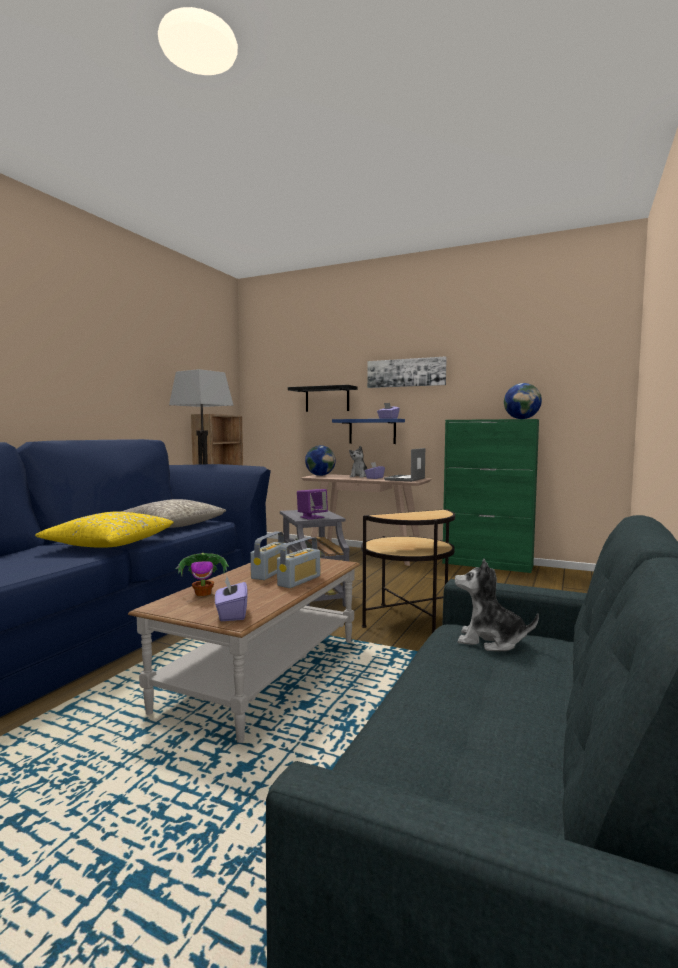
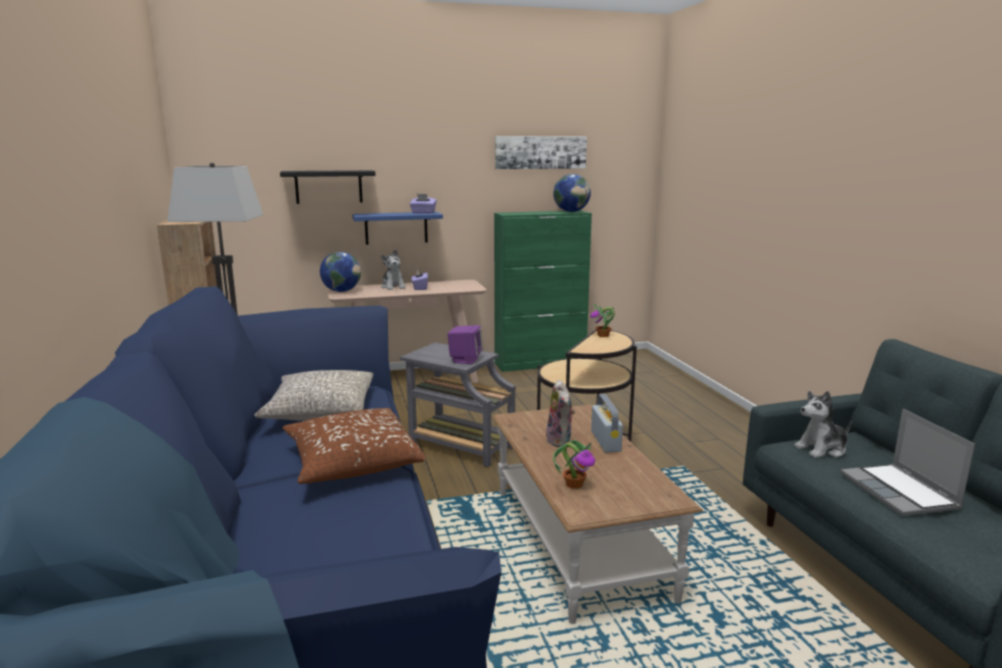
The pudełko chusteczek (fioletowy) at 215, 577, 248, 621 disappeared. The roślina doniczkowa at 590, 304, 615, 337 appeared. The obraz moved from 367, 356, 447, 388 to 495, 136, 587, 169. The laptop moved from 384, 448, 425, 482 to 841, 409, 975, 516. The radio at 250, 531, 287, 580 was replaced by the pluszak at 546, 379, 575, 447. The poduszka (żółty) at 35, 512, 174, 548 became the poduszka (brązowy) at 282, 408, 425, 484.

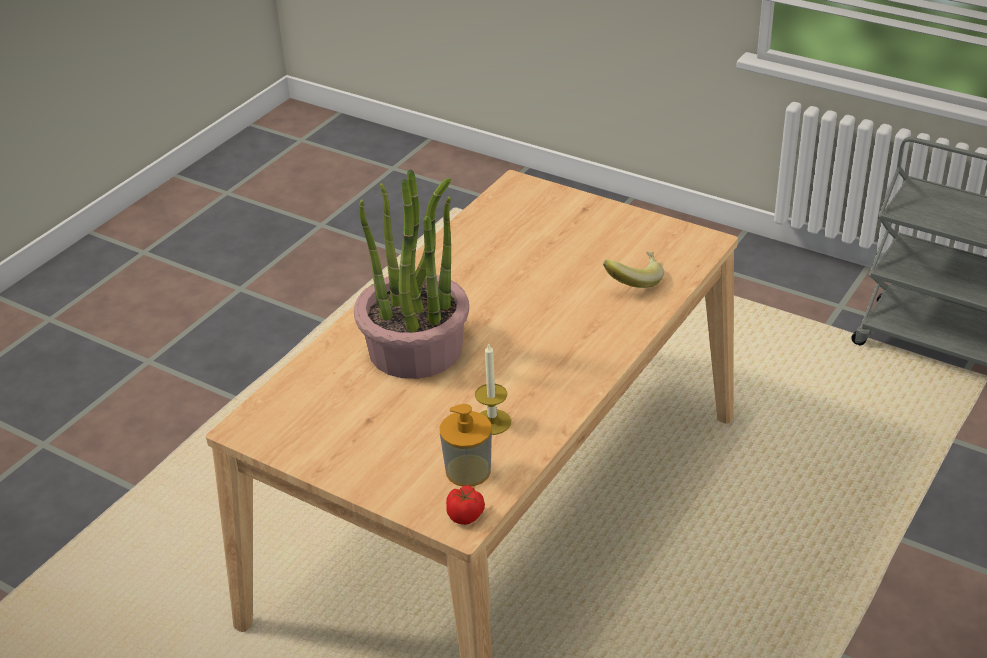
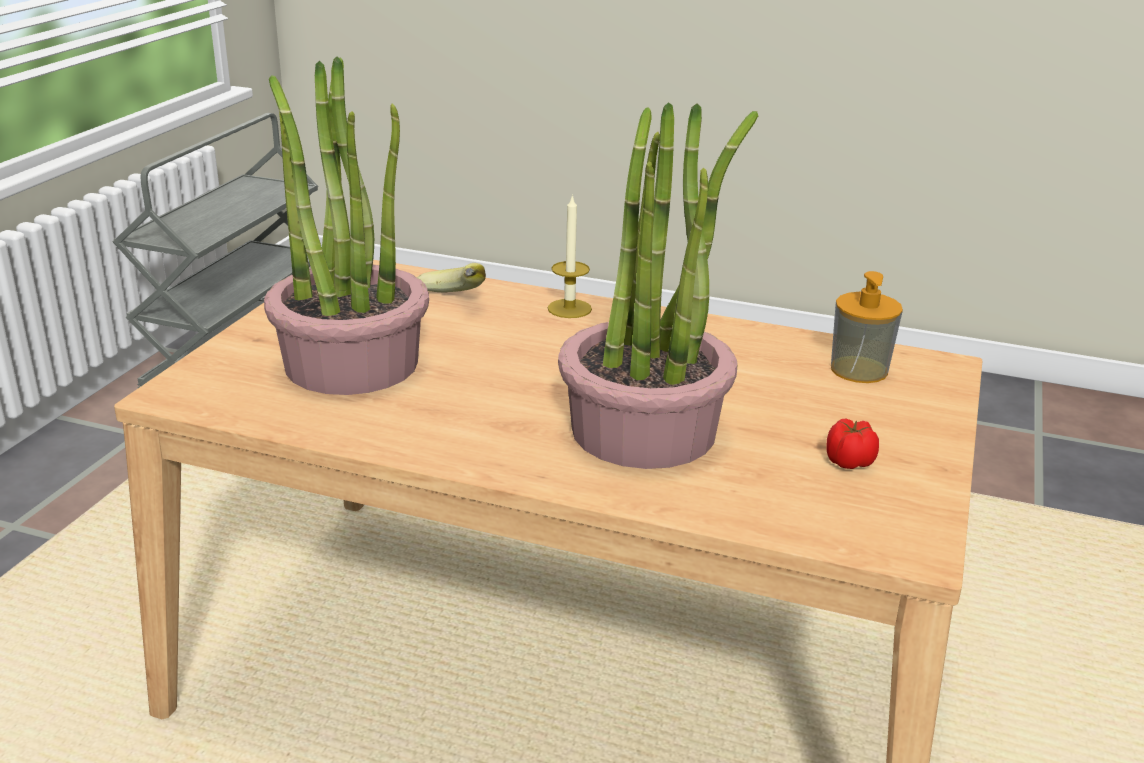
The roślina doniczkowa at 264, 57, 429, 395 appeared. The pomidor moved from 446, 485, 485, 525 to 827, 418, 879, 469. The świeca moved from 475, 342, 511, 435 to 548, 194, 592, 318.

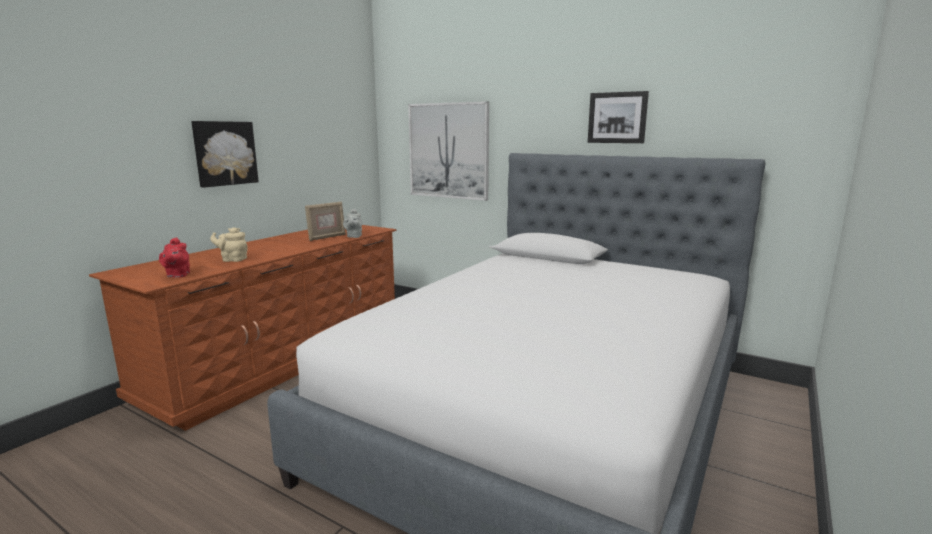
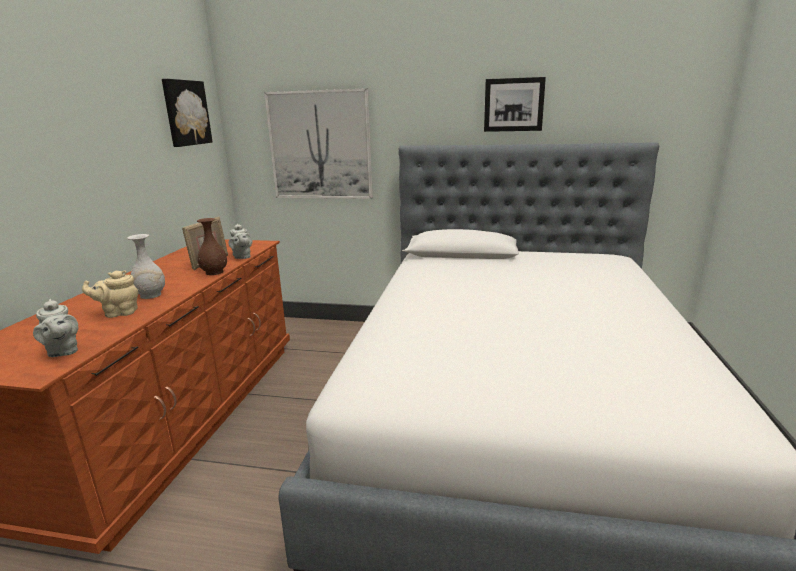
The wazon (biały) at 127, 234, 165, 299 appeared. The wazon (brązowy) at 197, 218, 227, 275 appeared. The obraz moved from 191, 121, 259, 188 to 162, 79, 213, 147. The imbryk (czerwony) at 159, 237, 190, 278 became the imbryk (szary) at 33, 299, 78, 357.

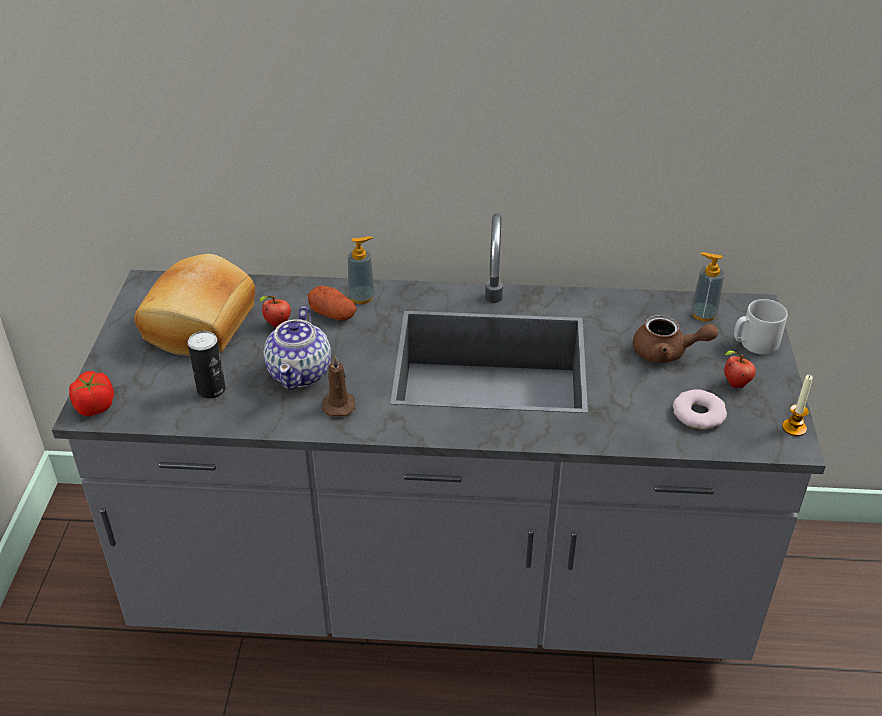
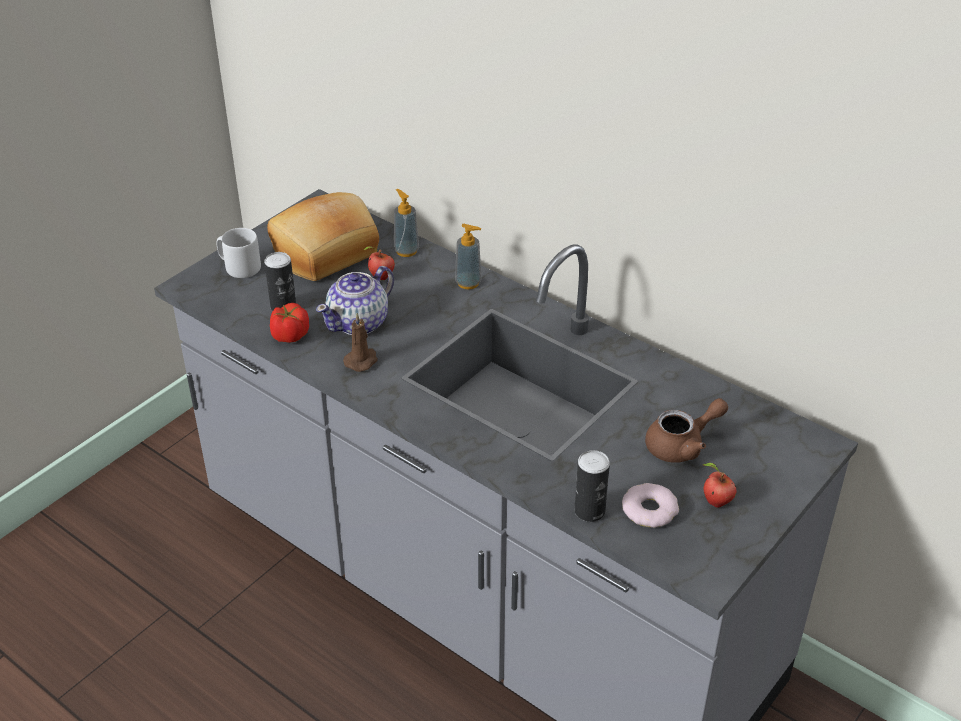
The ziemniak at 308, 286, 356, 321 disappeared. The świeca at 782, 375, 813, 436 disappeared. The puszka at 574, 450, 610, 522 appeared. The pomidor moved from 69, 371, 114, 416 to 270, 303, 309, 343. The dozownik mydła moved from 691, 252, 724, 322 to 394, 189, 419, 257. The kubek (szary) moved from 734, 299, 788, 355 to 216, 228, 261, 278. The imbryk (brązowy) at 633, 315, 718, 363 turned 75 degrees counterclockwise.

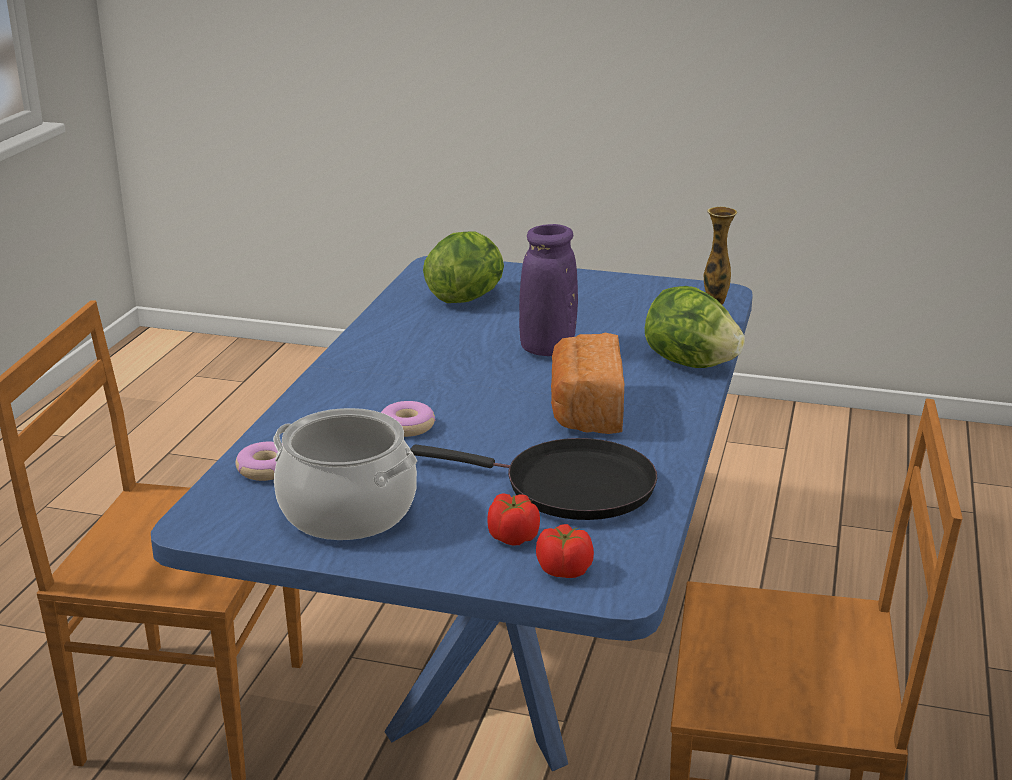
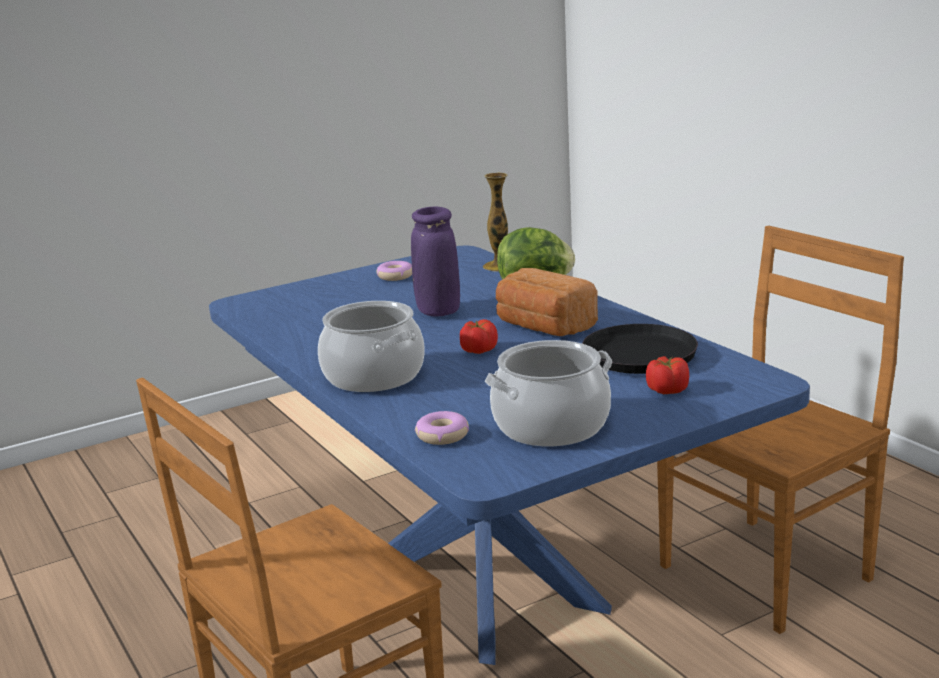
The sałata at 423, 231, 504, 303 disappeared. The garnek at 318, 301, 425, 392 appeared. The donut moved from 381, 401, 435, 437 to 376, 261, 412, 281. The pomidor moved from 536, 524, 594, 578 to 460, 319, 498, 354.

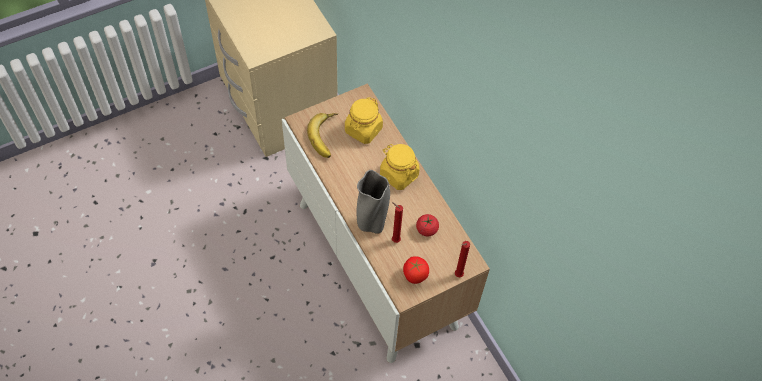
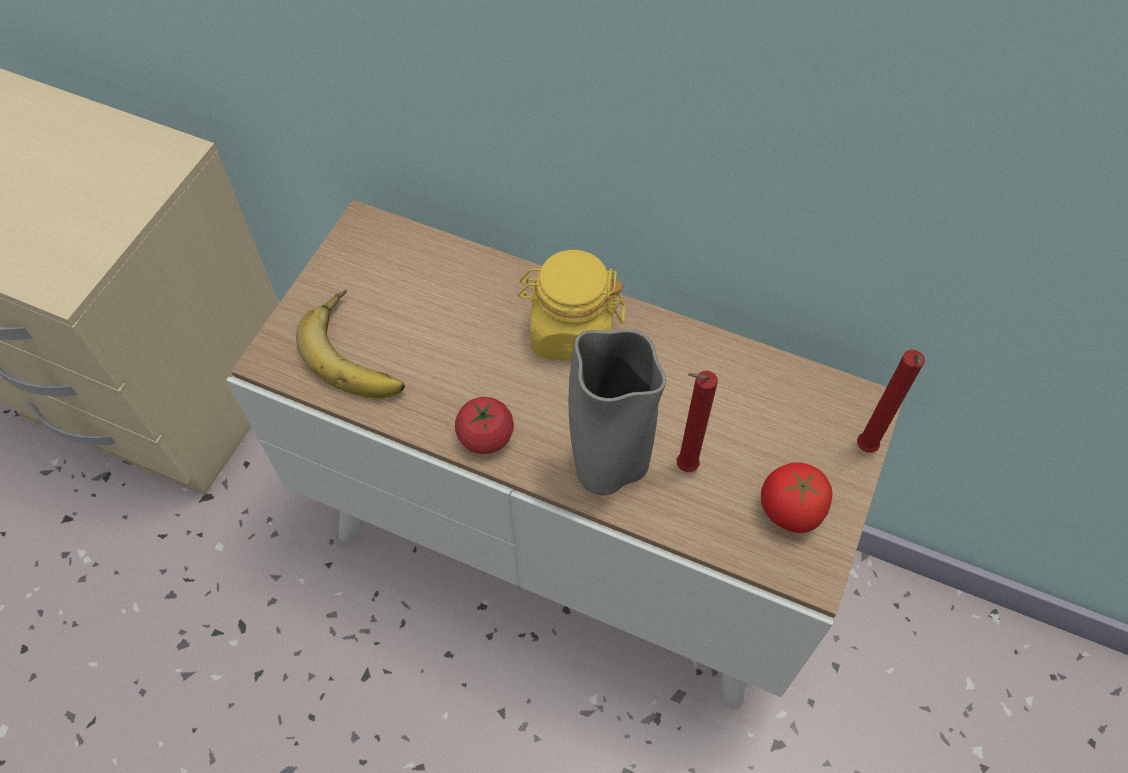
The słoik (żółty) at 345, 97, 383, 144 disappeared. The pomidor moved from 416, 214, 439, 236 to 455, 397, 514, 454.

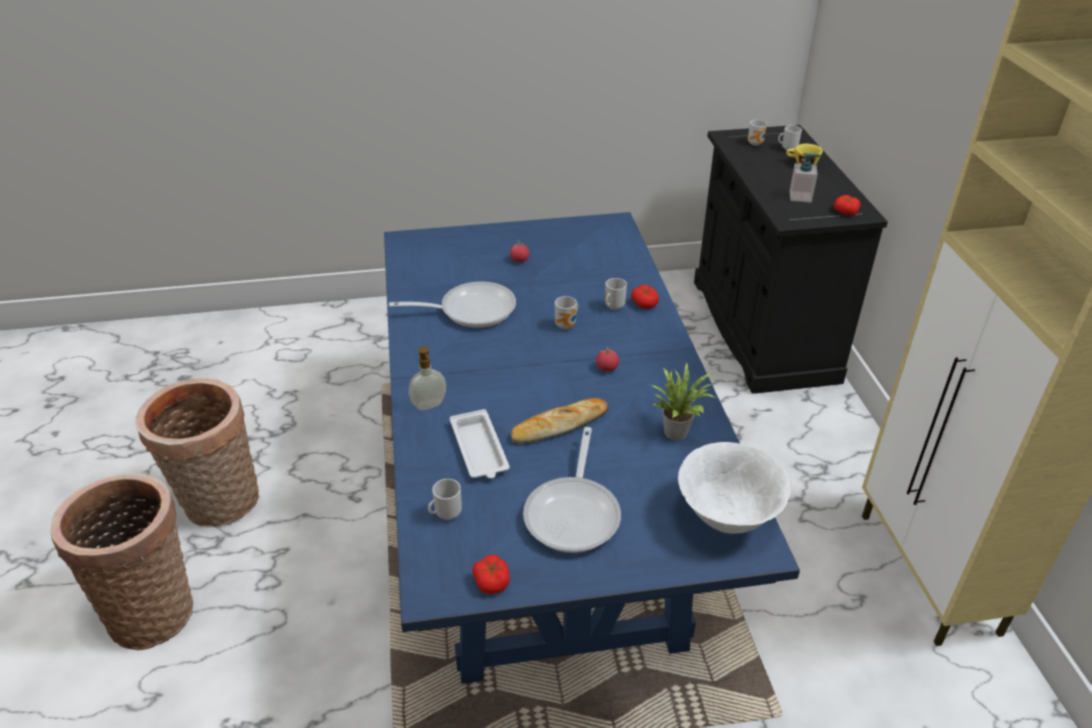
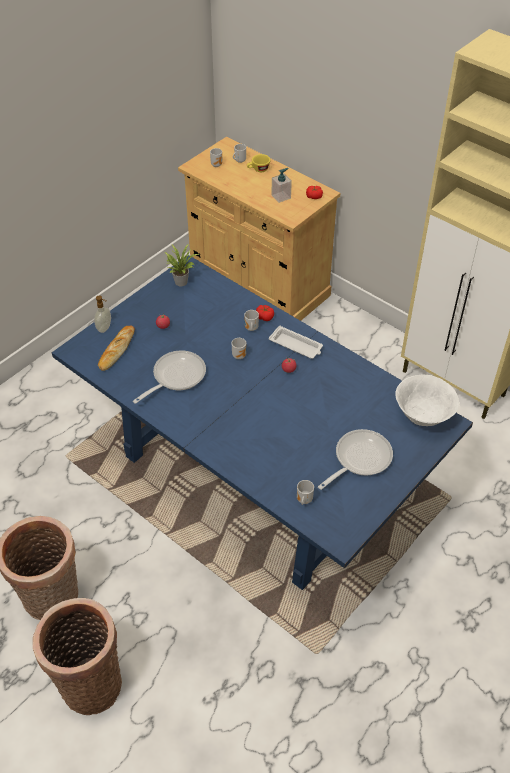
The pomidor at 472, 555, 510, 594 disappeared. The dozownik mydła moved from 409, 347, 446, 410 to 94, 296, 111, 333. The taca (biały) moved from 450, 409, 510, 479 to 269, 325, 323, 359. The chleb moved from 511, 398, 608, 443 to 98, 326, 135, 371. The roślina doniczkowa moved from 652, 362, 716, 440 to 164, 244, 199, 286. The szafka (czarny) at 694, 125, 888, 394 became the szafka (beżowy) at 178, 137, 340, 321. The patelnia at 523, 427, 621, 553 turned 105 degrees counterclockwise.

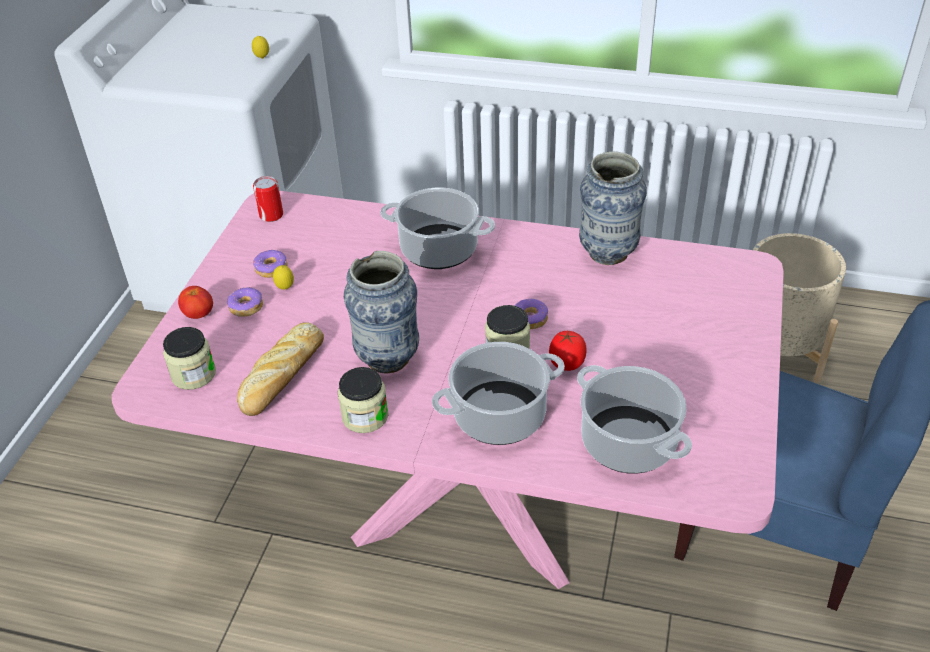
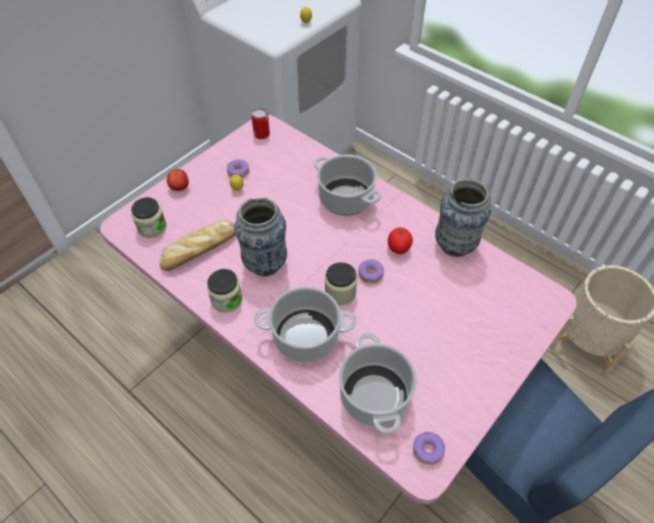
The donut moved from 227, 287, 263, 317 to 413, 432, 445, 465. The pomidor moved from 549, 330, 587, 371 to 388, 228, 413, 254.

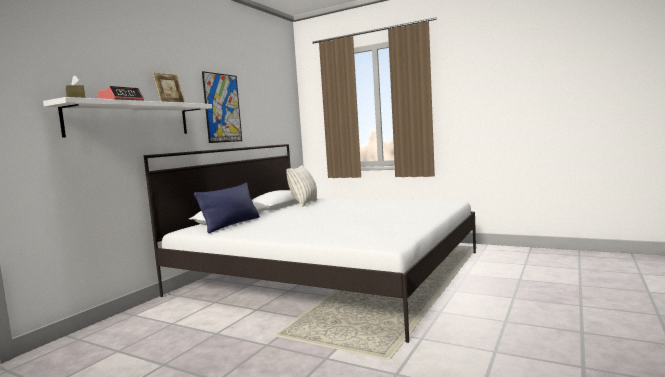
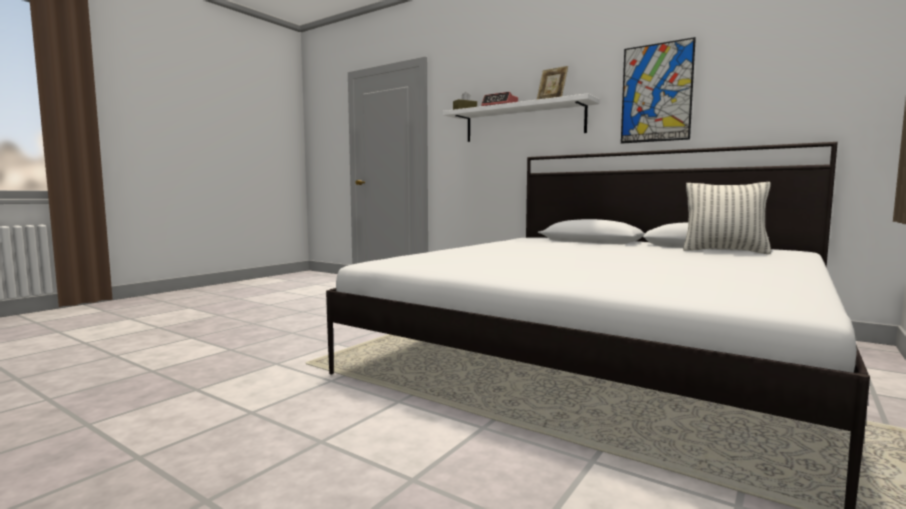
The poduszka (niebieski) at 194, 183, 260, 233 disappeared.

